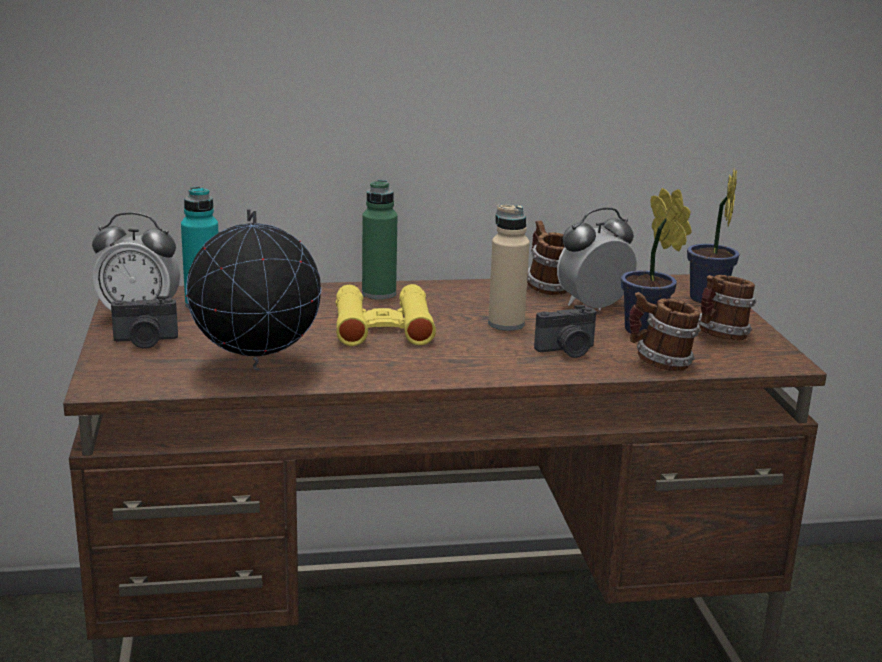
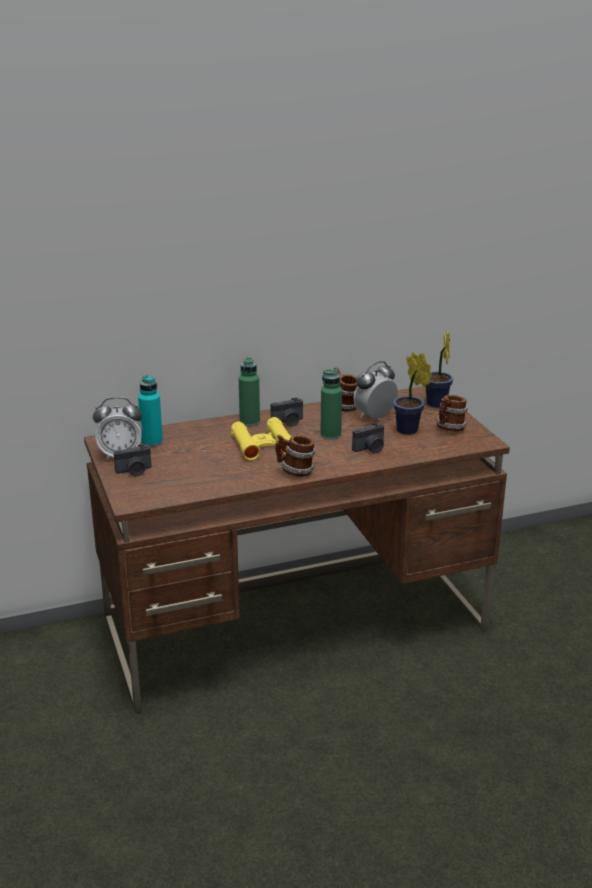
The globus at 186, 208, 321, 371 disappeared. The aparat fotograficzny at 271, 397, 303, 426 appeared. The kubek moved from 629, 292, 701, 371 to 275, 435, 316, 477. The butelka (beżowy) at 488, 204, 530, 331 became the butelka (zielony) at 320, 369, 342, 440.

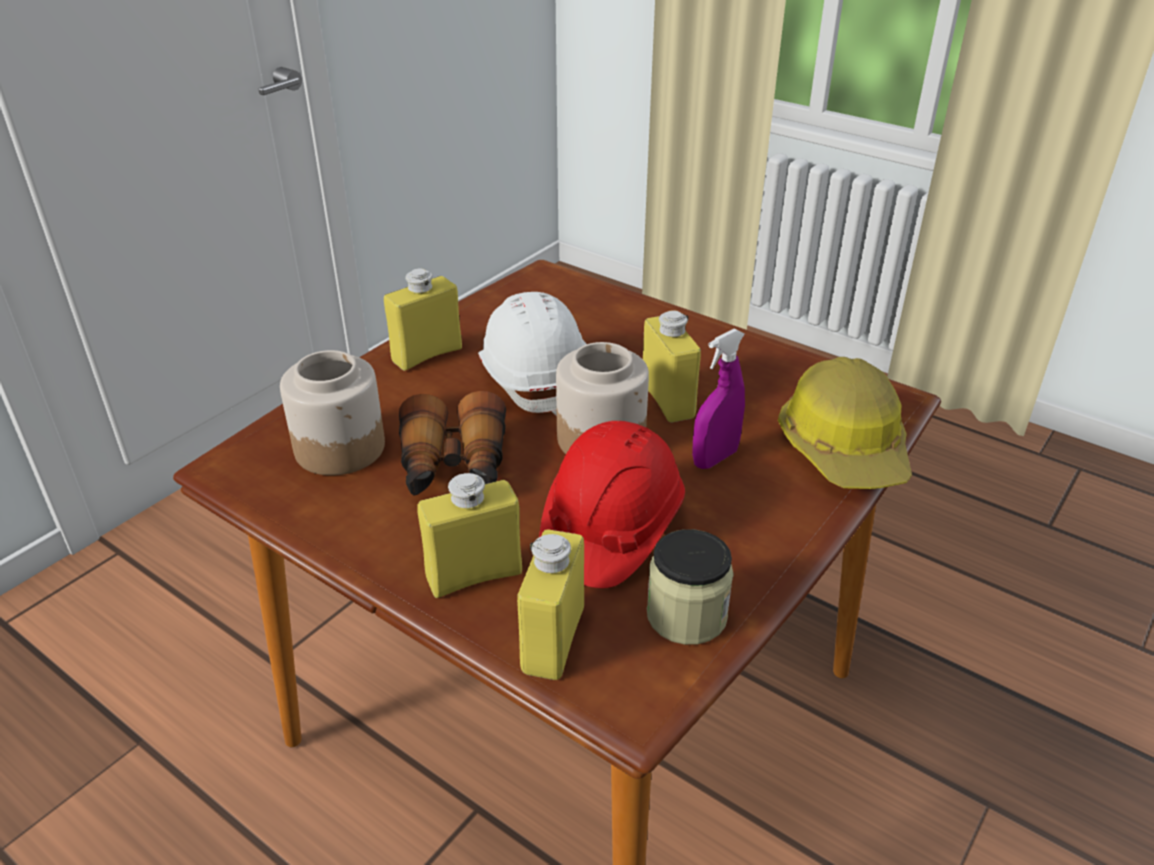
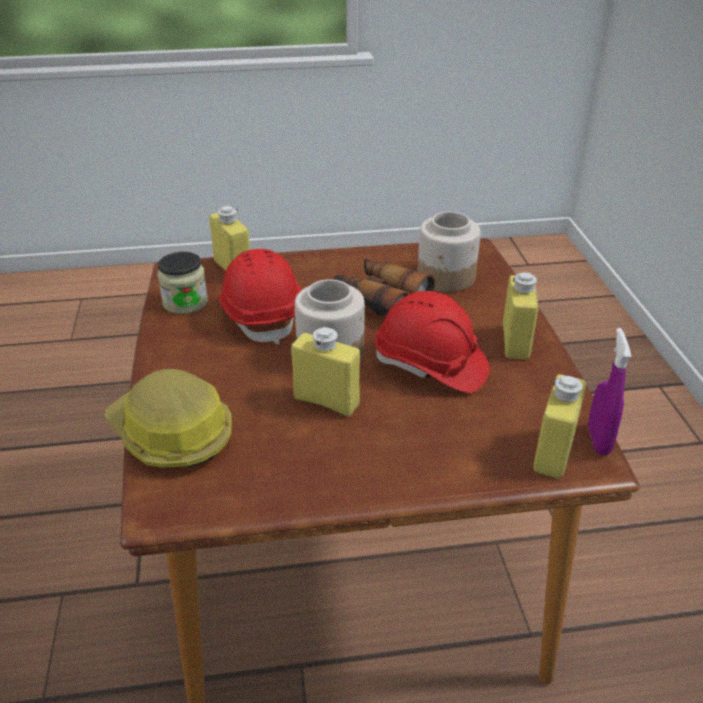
The butelka (żółty) moved from 417, 473, 522, 598 to 533, 374, 586, 478. The spryskiwacz (fioletowy) moved from 692, 329, 745, 469 to 588, 328, 632, 455. The kask (biały) at 478, 292, 587, 416 became the kask (czerwony) at 375, 291, 490, 393.

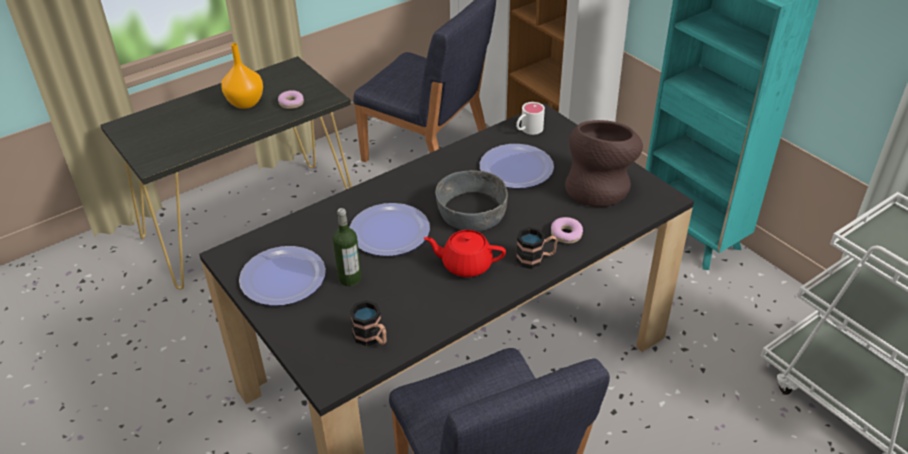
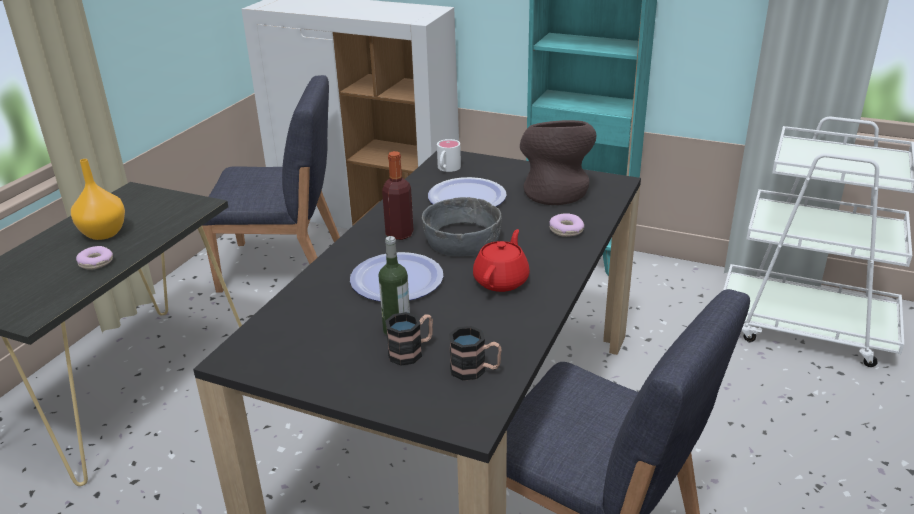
The talerz at 239, 246, 326, 306 disappeared. The butelka at 382, 151, 413, 240 appeared. The donut moved from 278, 90, 304, 109 to 76, 246, 113, 270. The kubek moved from 516, 227, 557, 269 to 385, 312, 433, 365. The imbryk (czerwony) at 424, 230, 506, 277 turned 135 degrees clockwise.

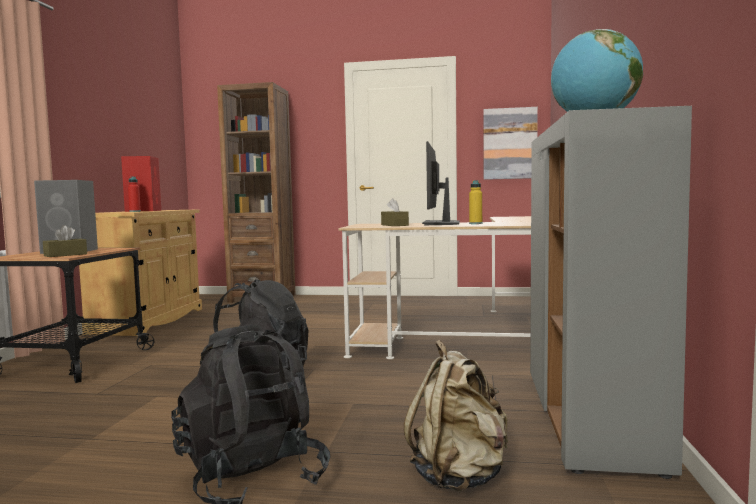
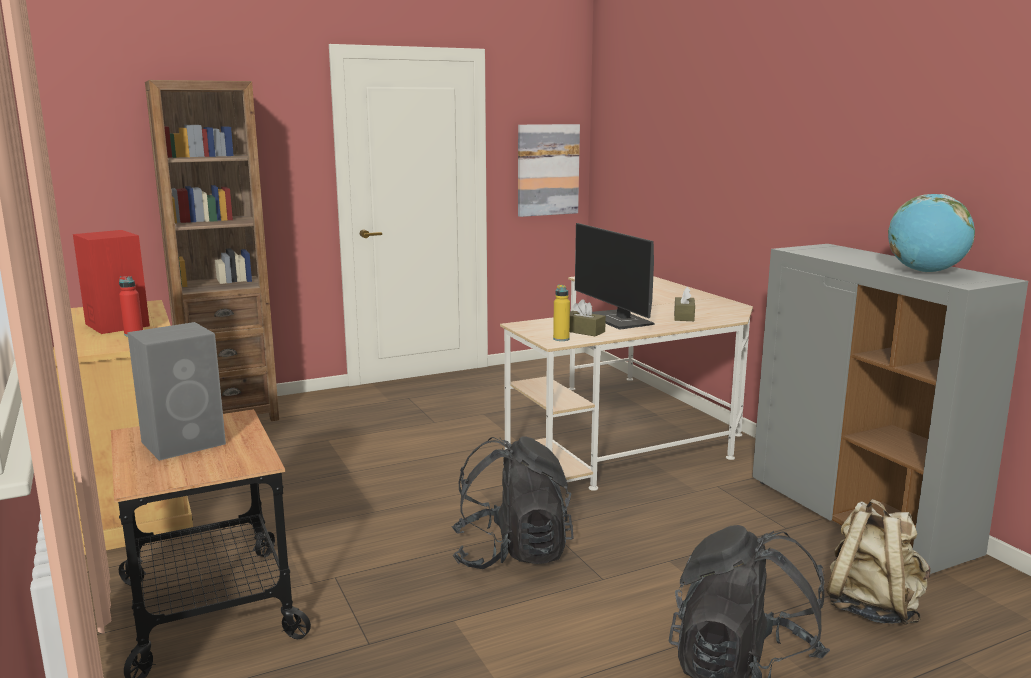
The pudełko chusteczek (brązowy) moved from 43, 225, 87, 257 to 674, 287, 695, 321. The butelka (żółty) moved from 469, 180, 482, 224 to 553, 285, 570, 341.

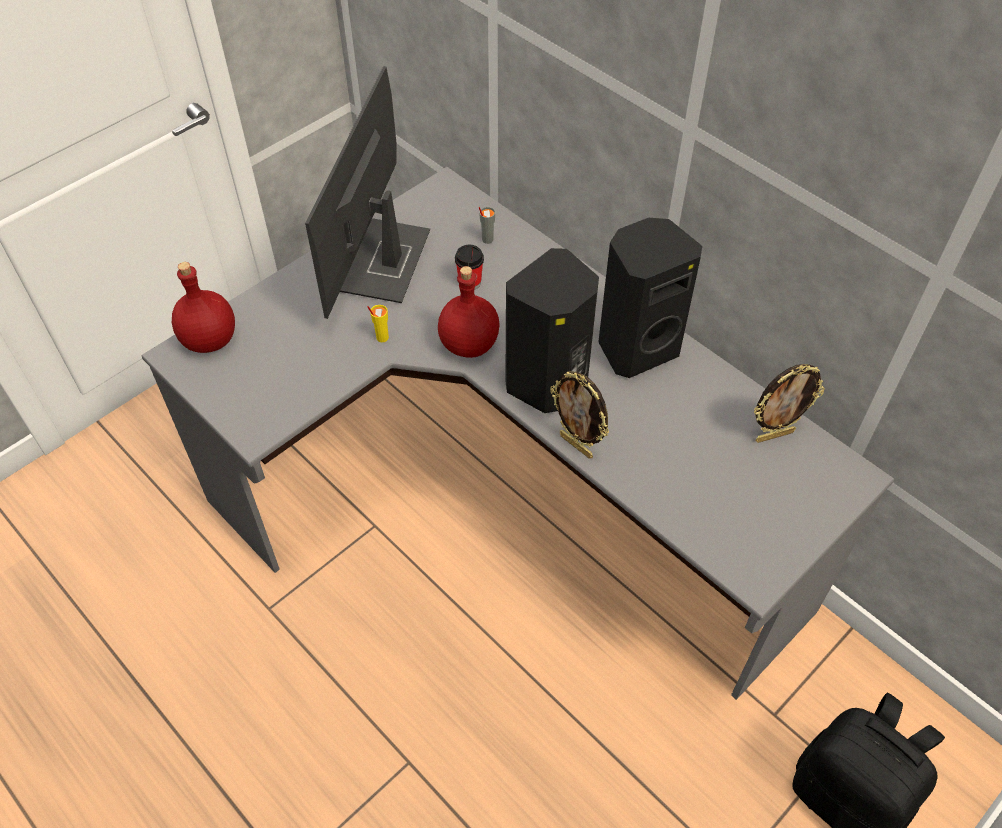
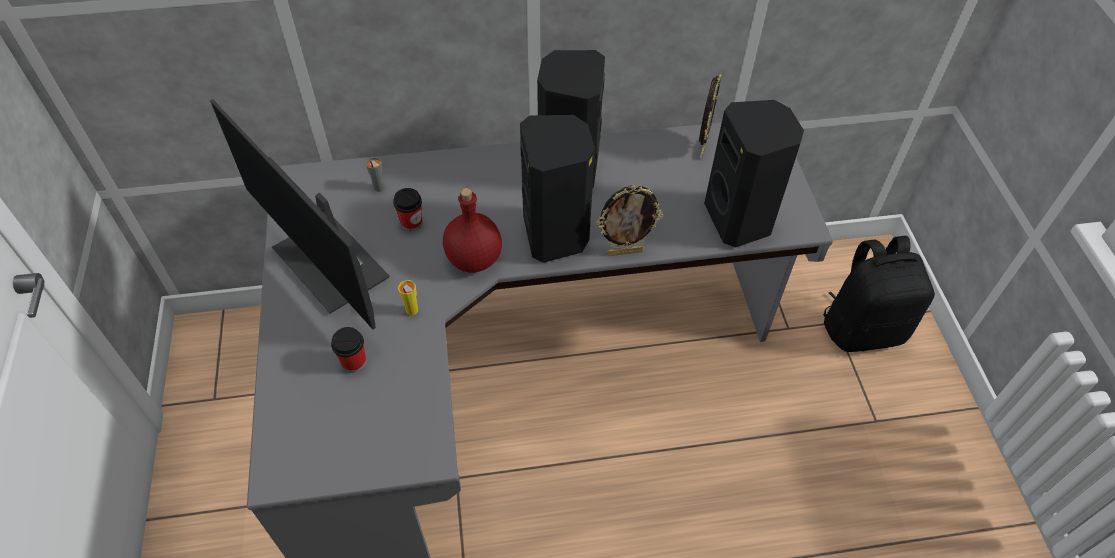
The butelka (czerwony) at 172, 262, 235, 353 disappeared. The filiżanka at 331, 327, 366, 373 appeared. The głośnik (czarny) at 704, 100, 804, 247 appeared.

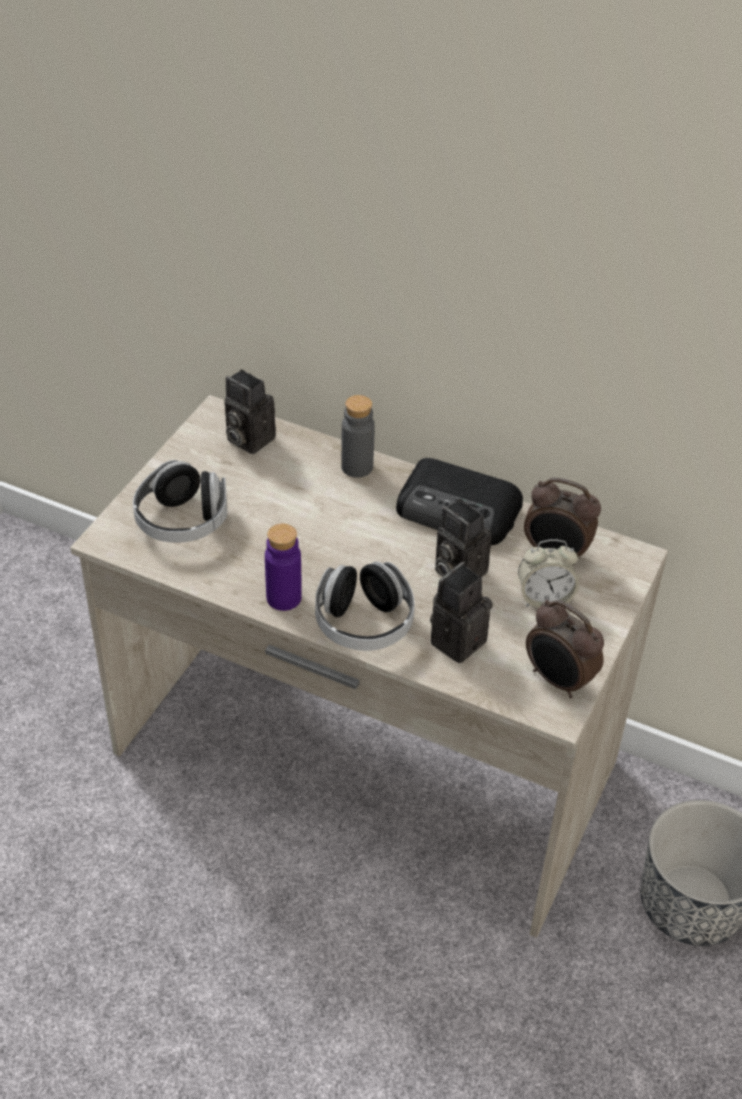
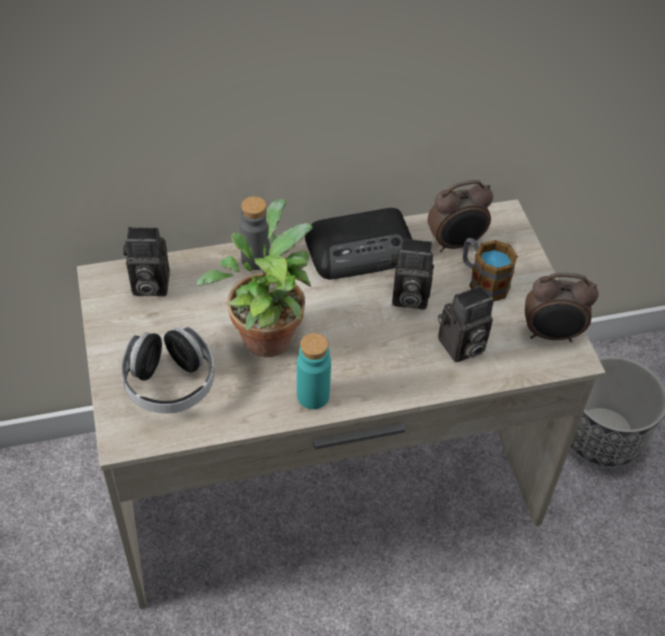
The słuchawki at 315, 561, 415, 651 disappeared. The roślina doniczkowa at 197, 199, 313, 357 appeared. The budzik at 518, 539, 579, 609 was replaced by the kubek at 463, 238, 518, 302. The butelka (fioletowy) at 265, 524, 302, 611 became the butelka (turkusowy) at 297, 333, 331, 409. The aparat fotograficzny at 430, 562, 493, 663 turned 120 degrees counterclockwise.

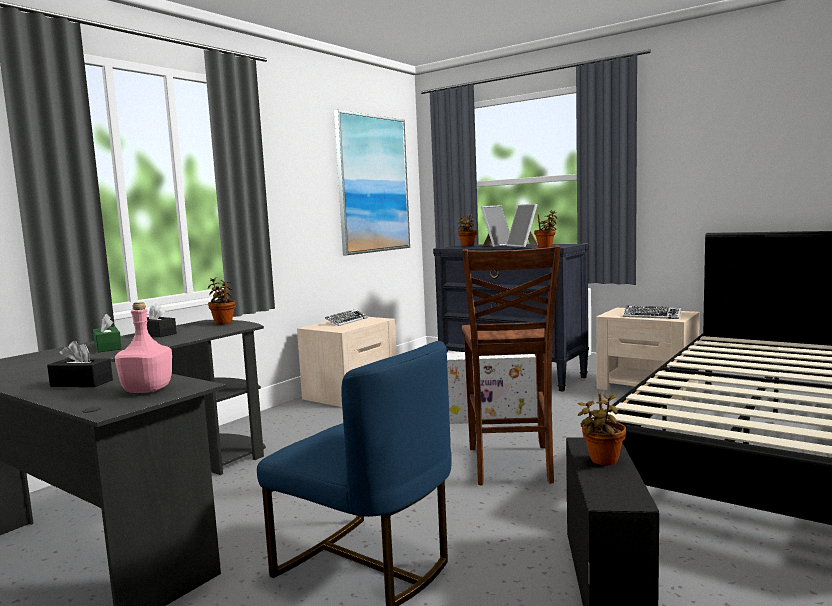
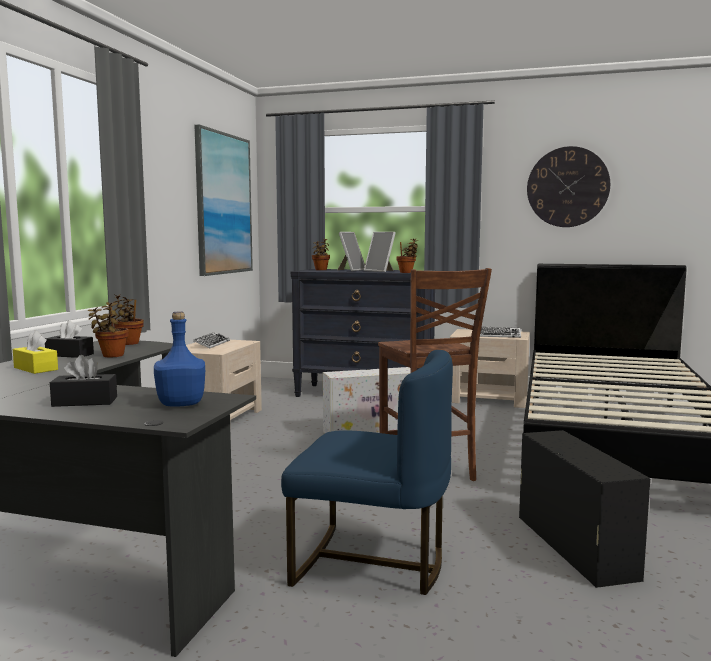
The zegar ścienny at 527, 146, 610, 227 appeared. The roślina doniczkowa moved from 578, 393, 626, 465 to 88, 302, 129, 357. The pudełko chusteczek (zielony) at 93, 314, 122, 352 became the pudełko chusteczek (żółty) at 13, 331, 58, 374. The butelka (różowy) at 115, 302, 172, 393 became the butelka (niebieski) at 154, 311, 205, 407.

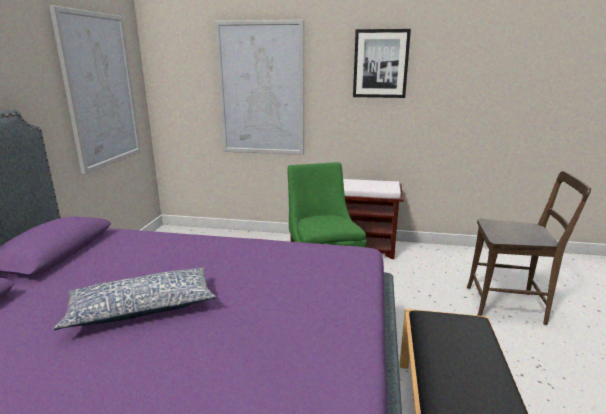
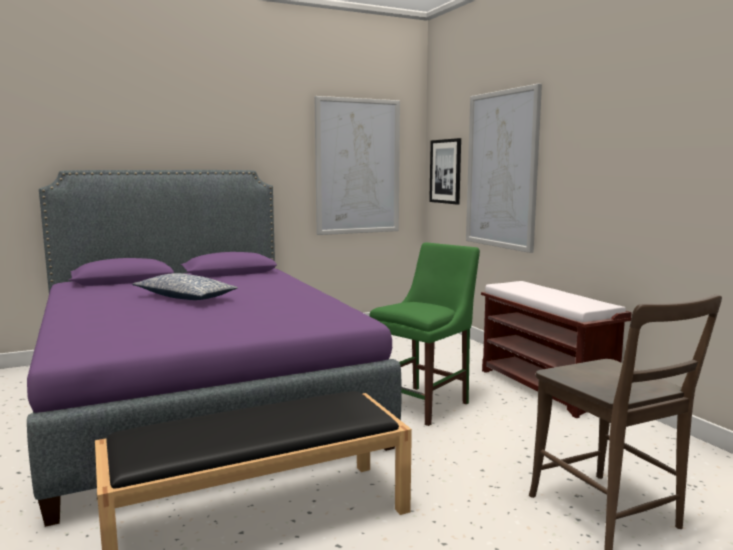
The obraz moved from 353, 29, 411, 98 to 429, 138, 461, 204.

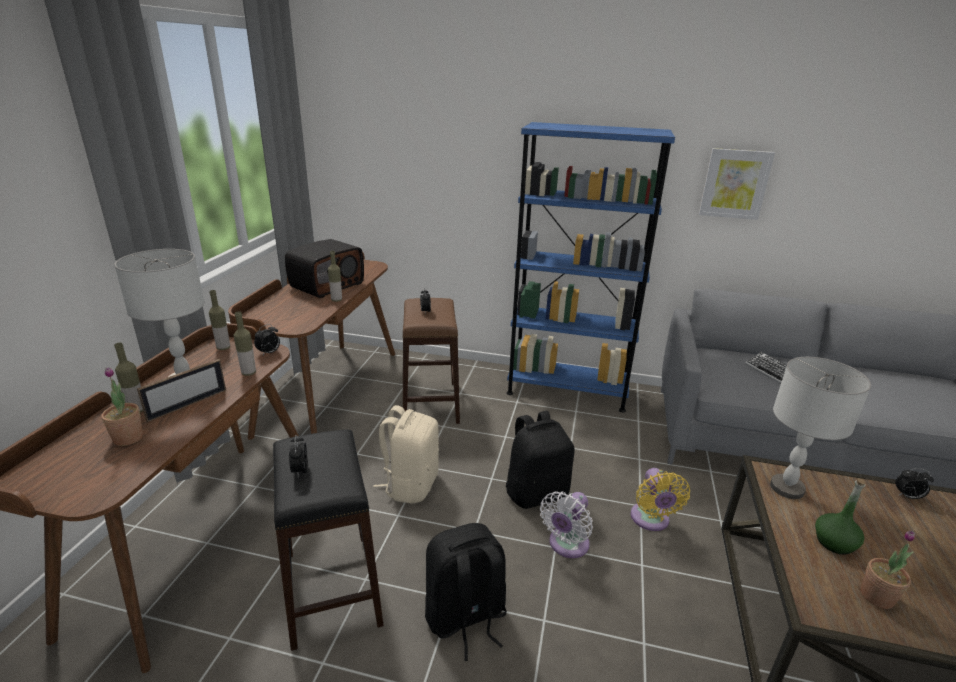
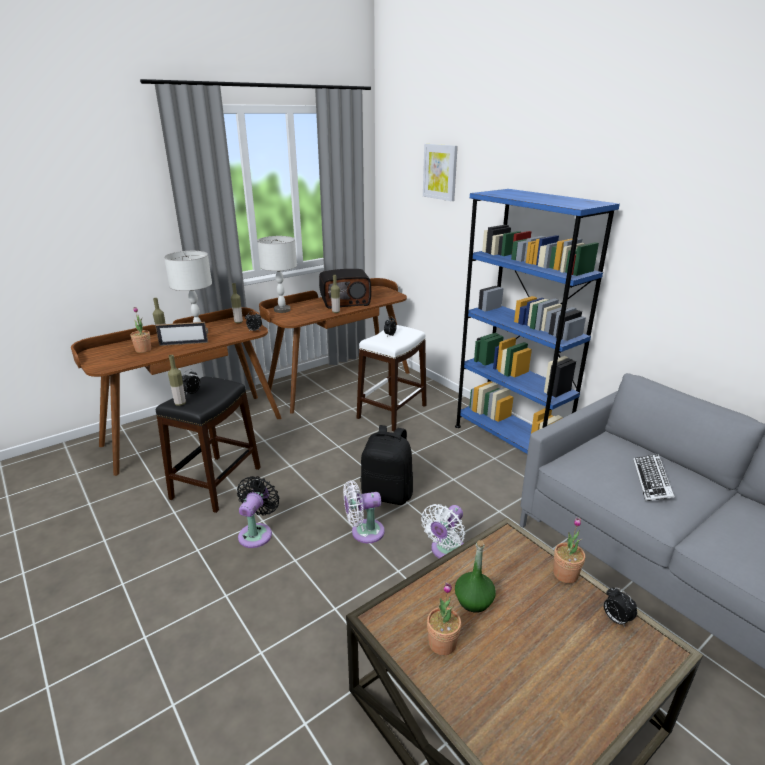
The plecak (beżowy) at 373, 405, 439, 504 disappeared. The roślina doniczkowa at 553, 517, 585, 583 appeared. The butelka moved from 234, 311, 256, 376 to 168, 355, 186, 406. The obraz moved from 699, 148, 775, 220 to 423, 144, 458, 201. The lampa stołowa (szary) moved from 770, 357, 871, 499 to 257, 236, 297, 313. The plecak (czarny) at 425, 523, 507, 661 was replaced by the wentylator (czarny) at 237, 476, 279, 548. The stołek (brązowy) at 403, 298, 460, 424 became the stołek (biały) at 357, 325, 427, 432. The wentylator (żółty) at 631, 468, 690, 531 became the wentylator (biały) at 421, 504, 465, 558.

